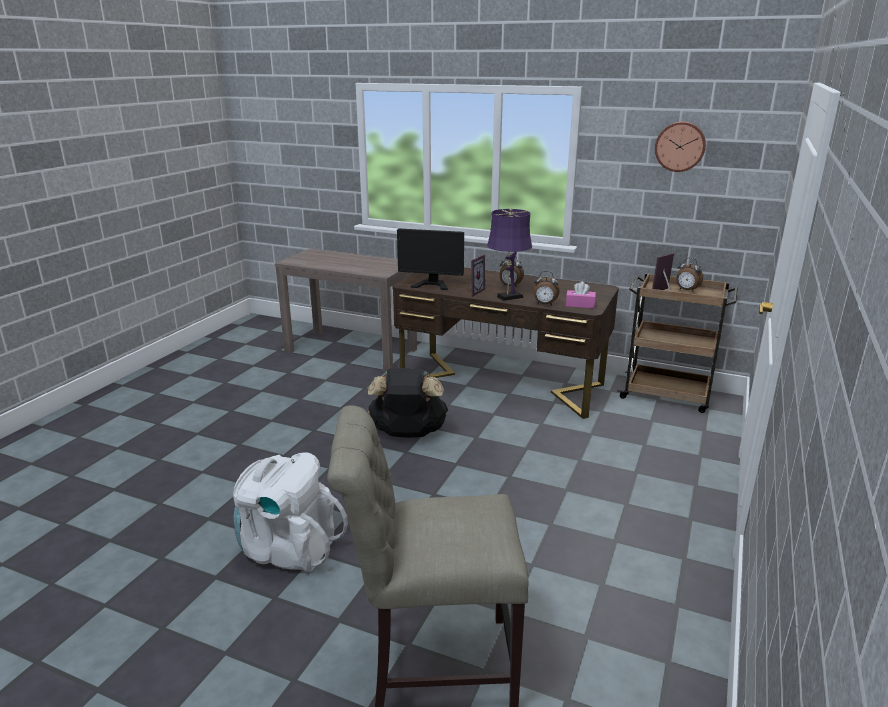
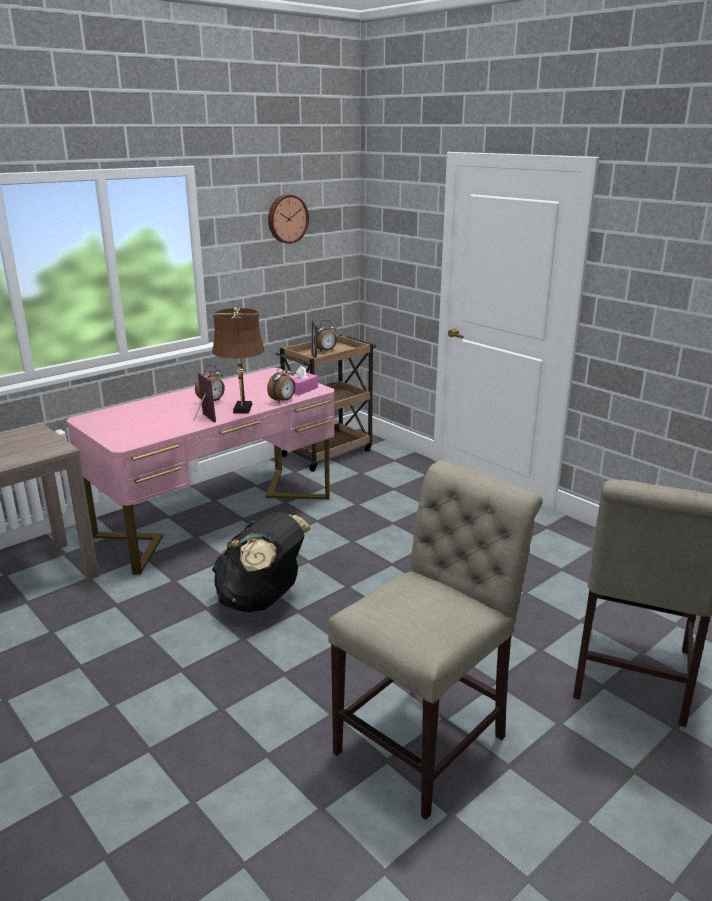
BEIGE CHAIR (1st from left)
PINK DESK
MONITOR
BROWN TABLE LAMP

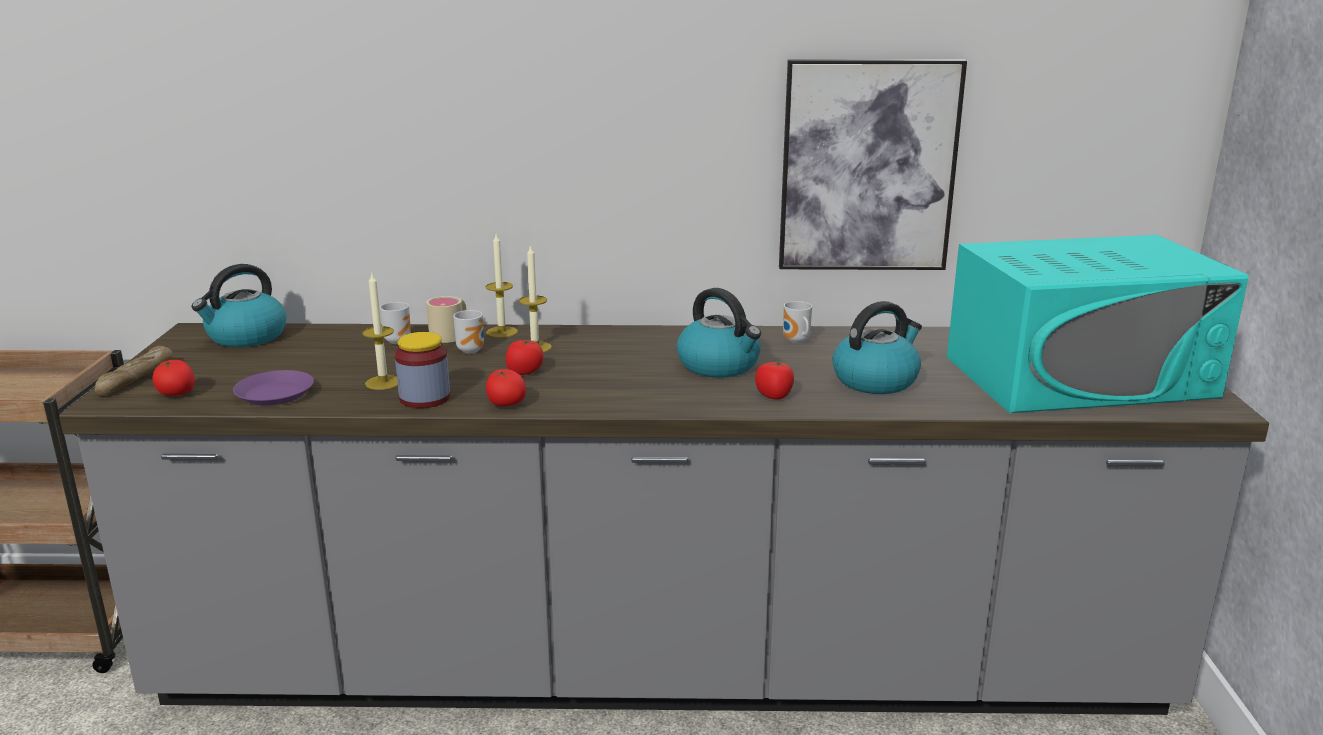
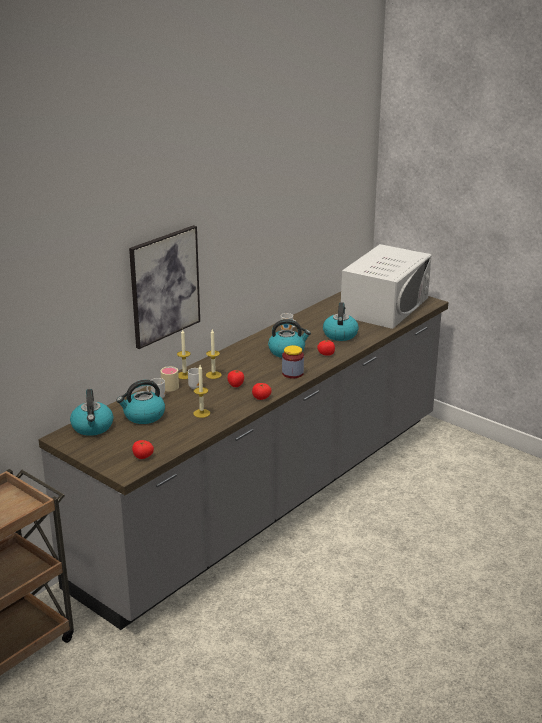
BREAD
PURPLE PLATE
JAR
PICTURE
WHITE MICROWAVE
KETTLE (2nd from left)

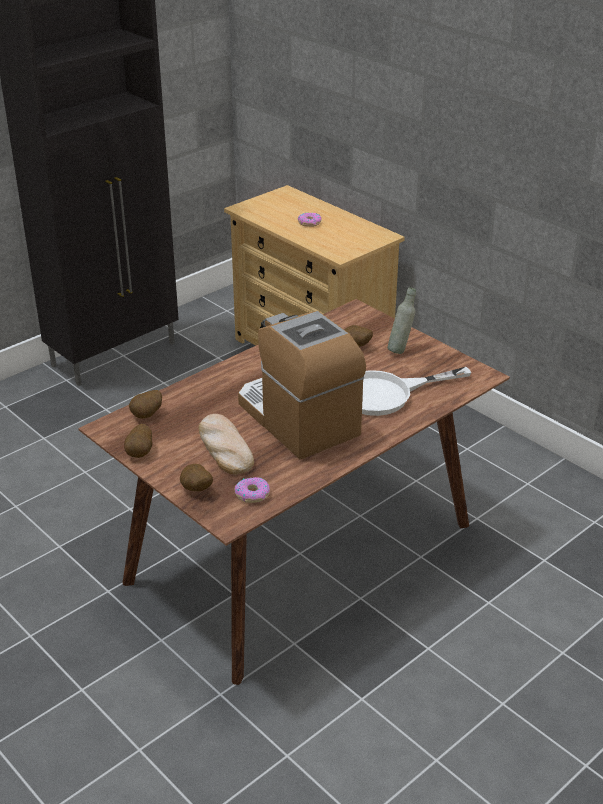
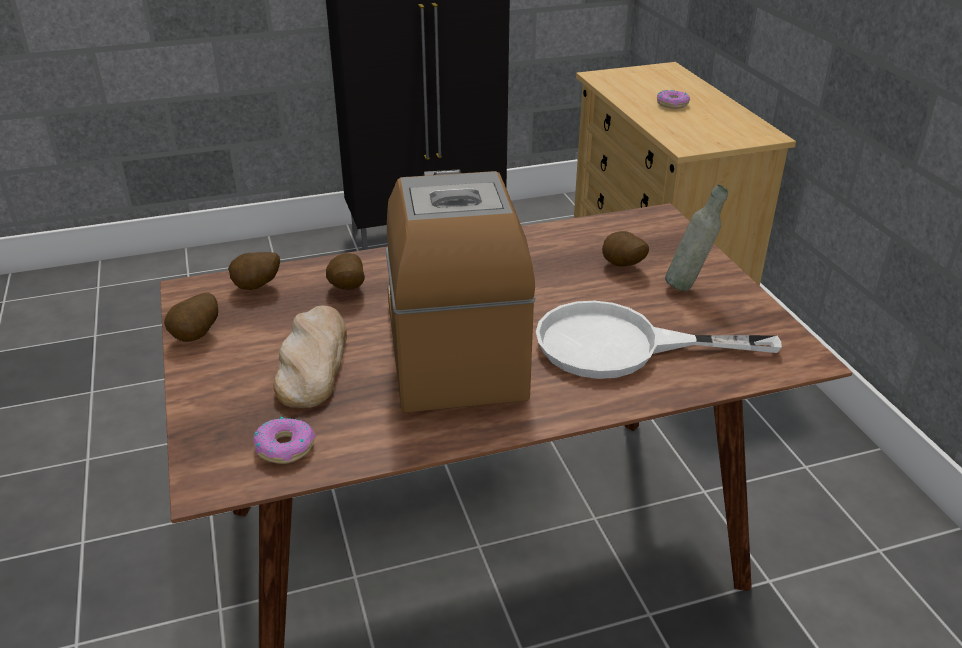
POTATO (3rd from left)

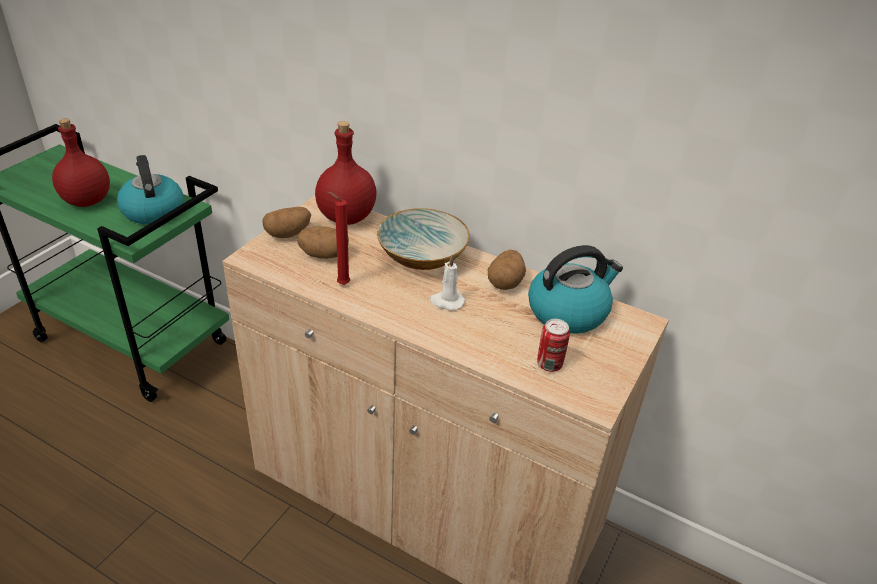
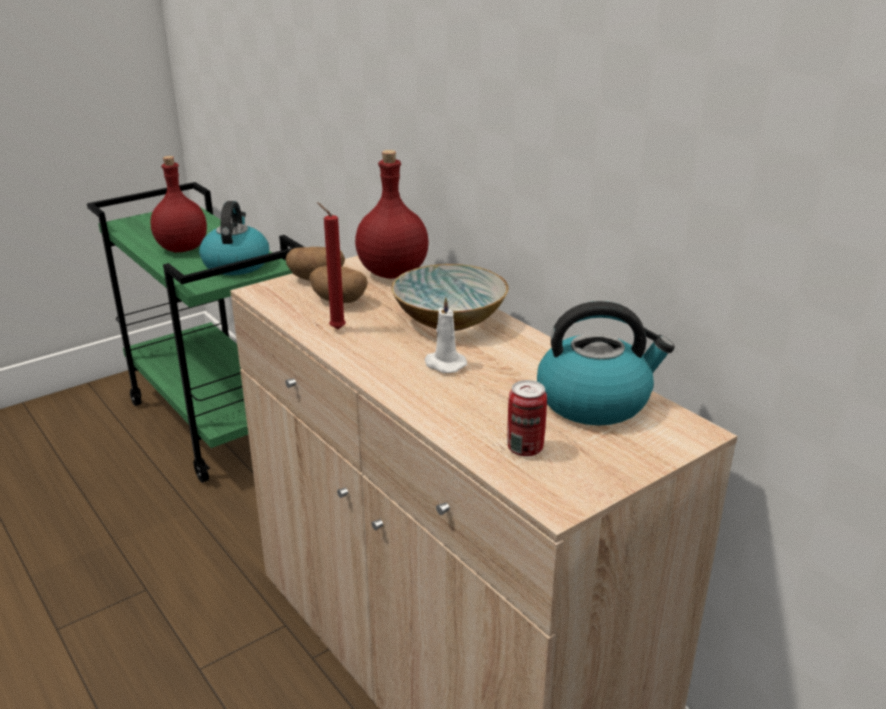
POTATO (3rd from left in the first image)

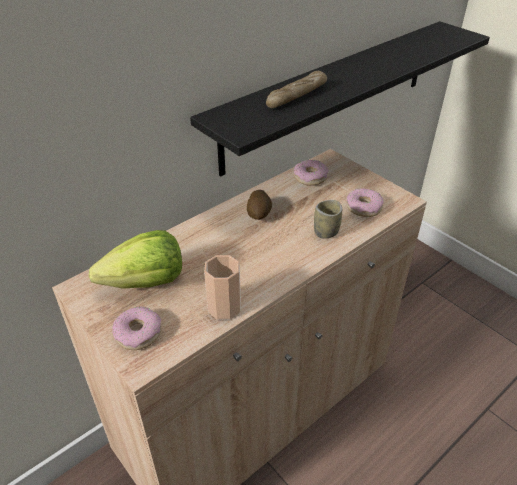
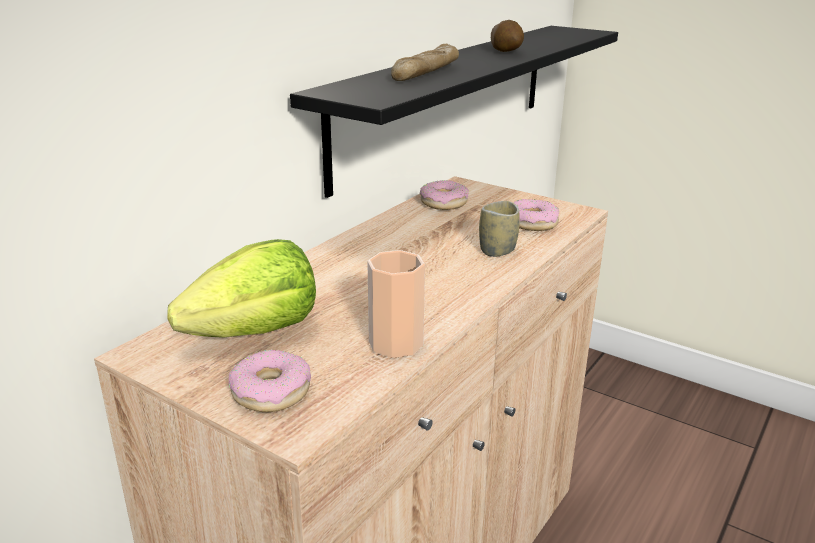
POTATO

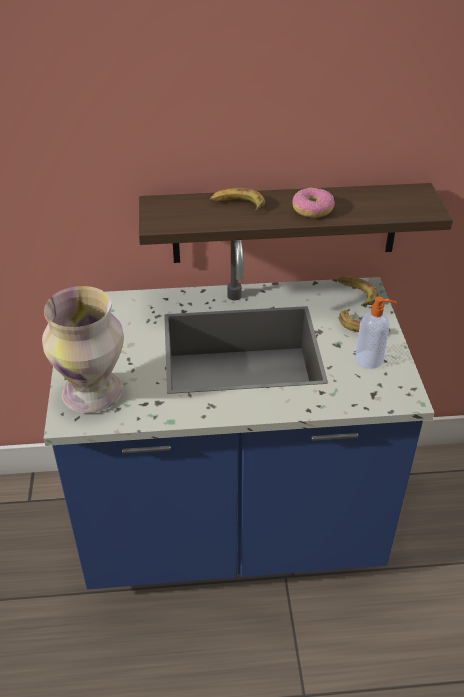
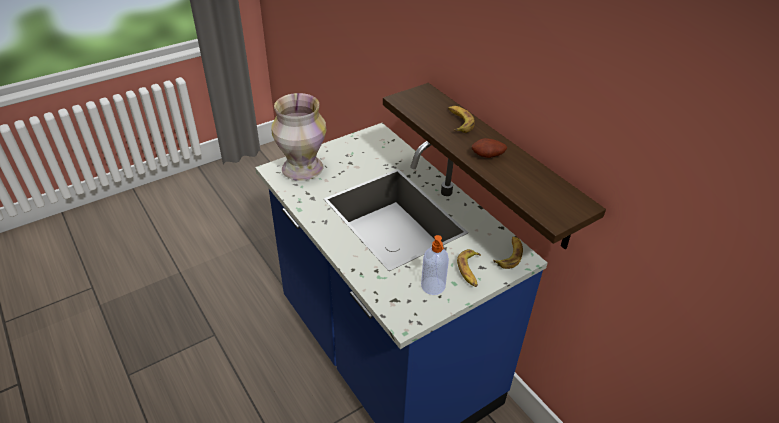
POTATO

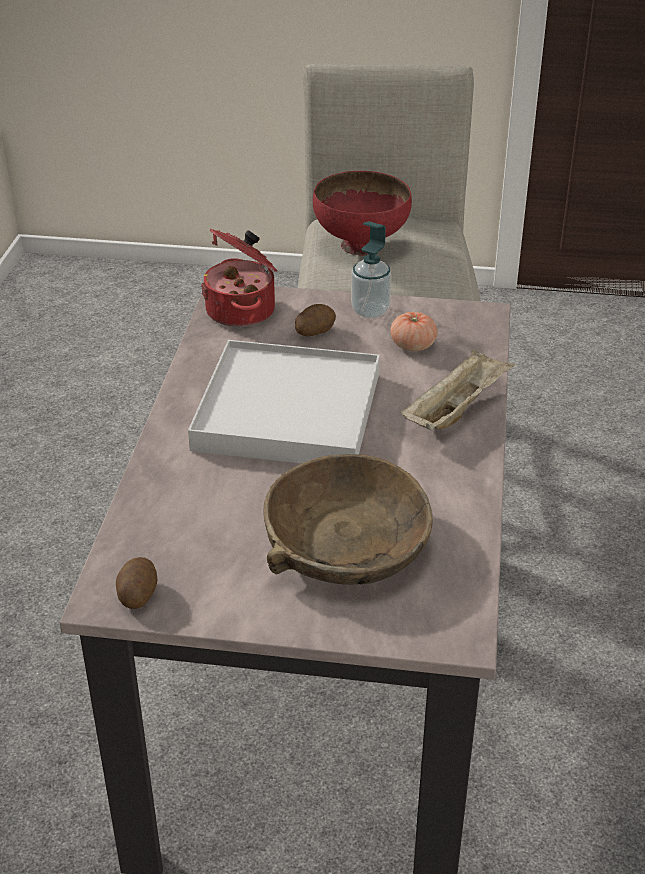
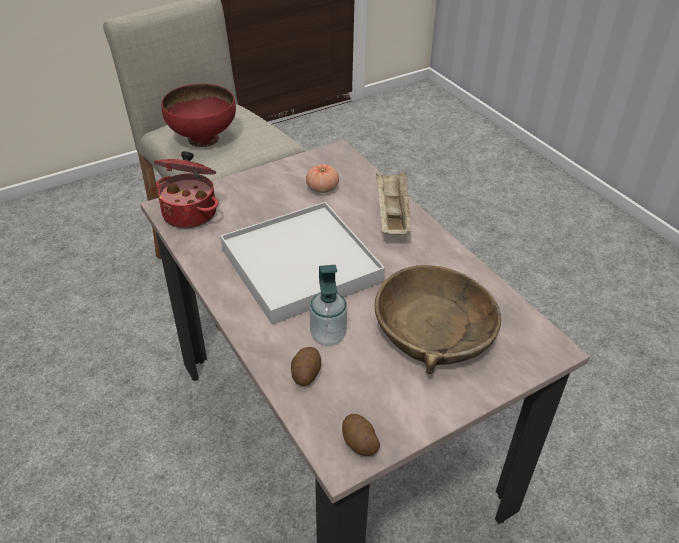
POTATO (1st from left)
SOAP DISPENSER

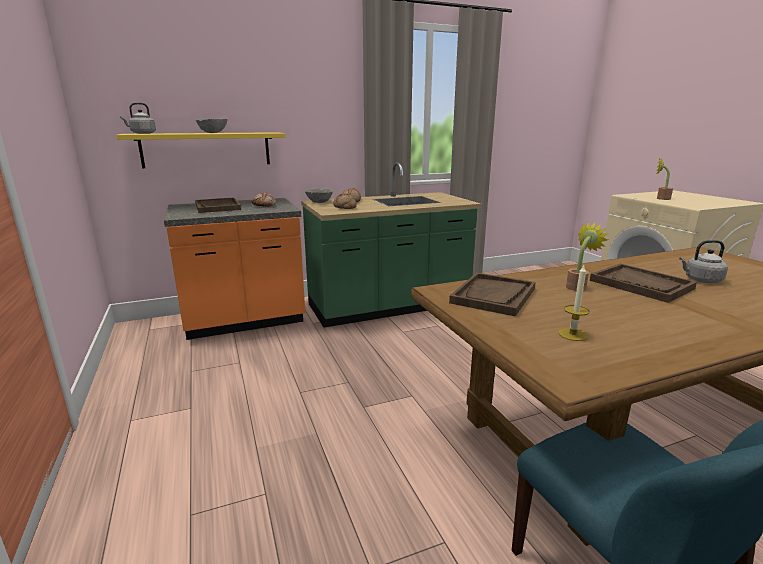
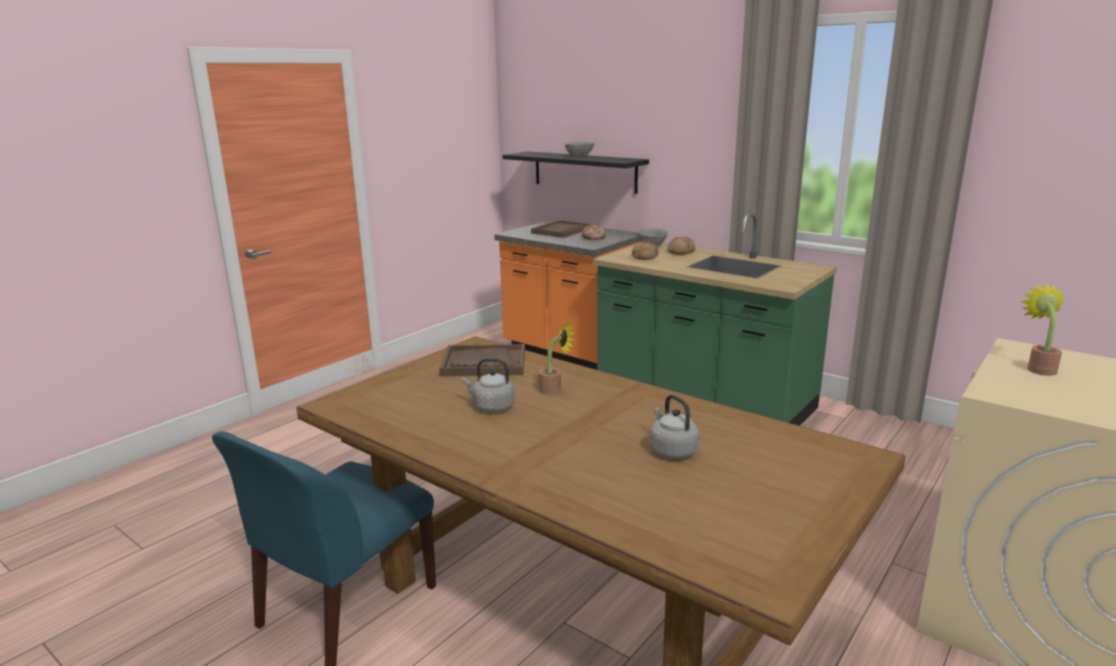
BLACK SHELF
GREY KETTLE (1st from left)
CANDLE
BROWN TRAY (3rd from left in the first image)

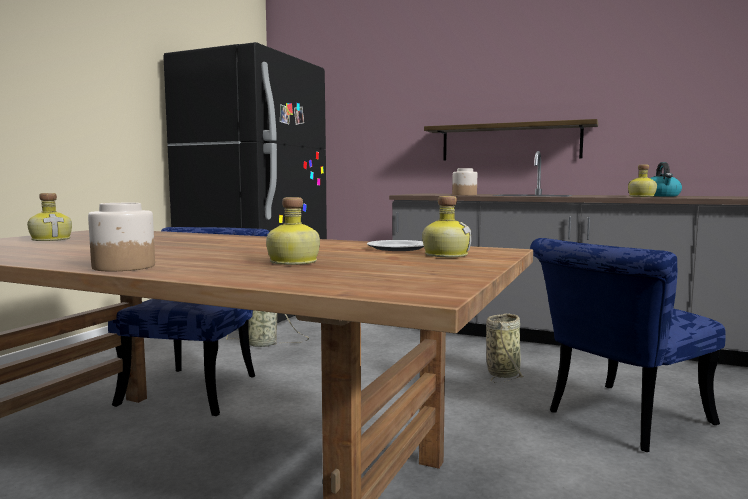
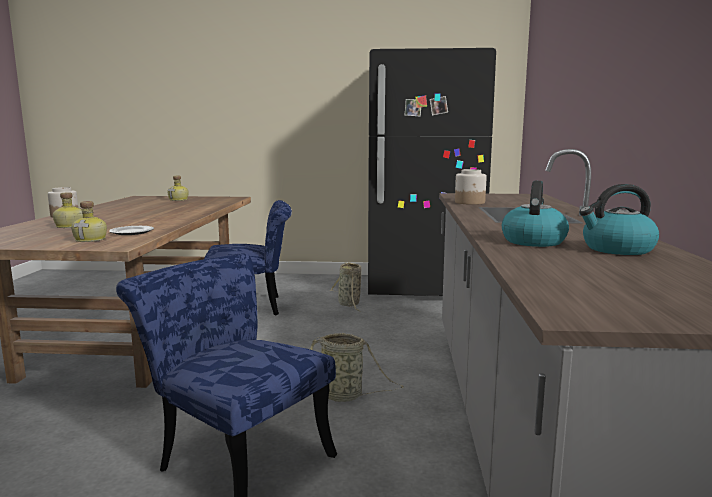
SHELF
KETTLE (1st from left)

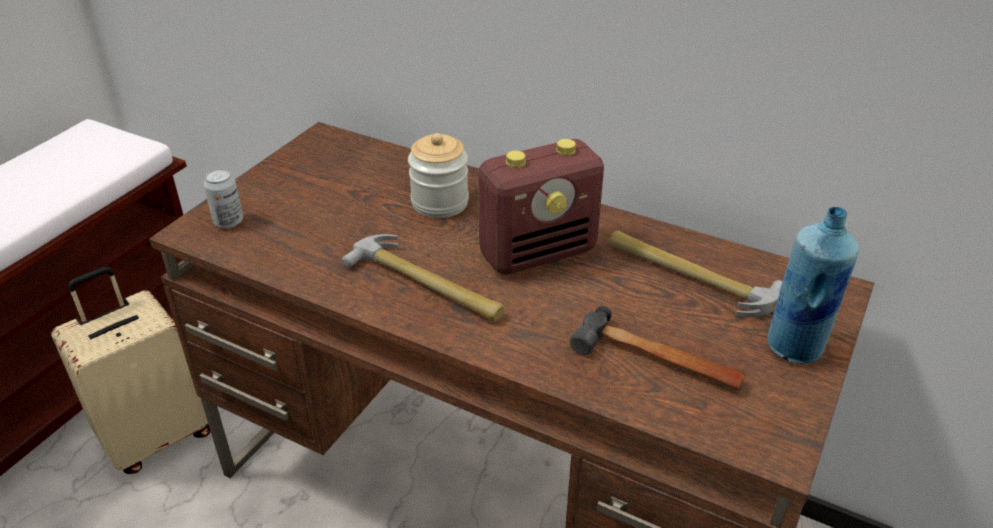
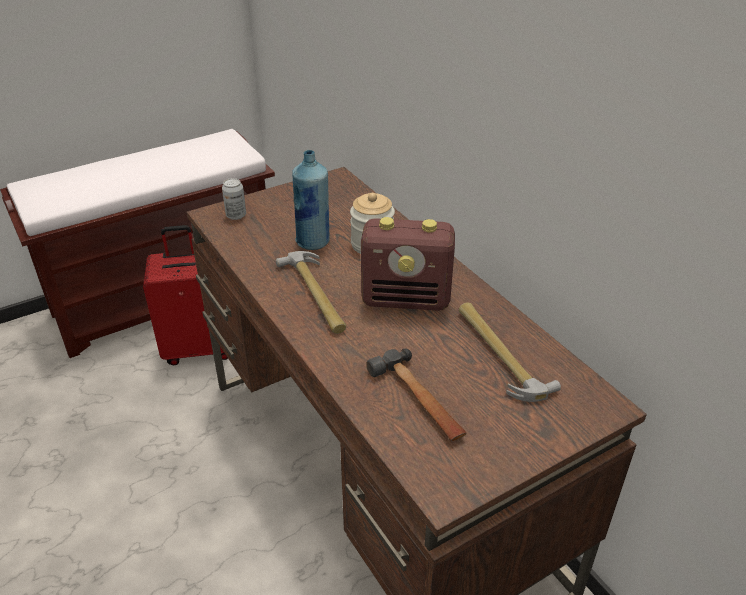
RED SUITCASE
BLUE BOTTLE

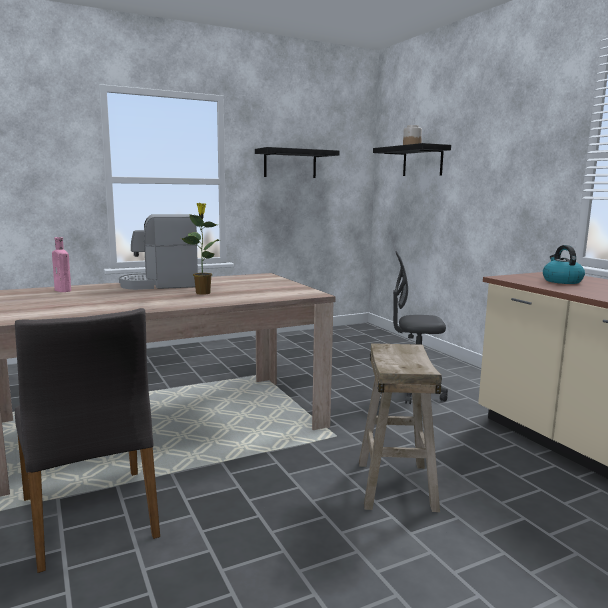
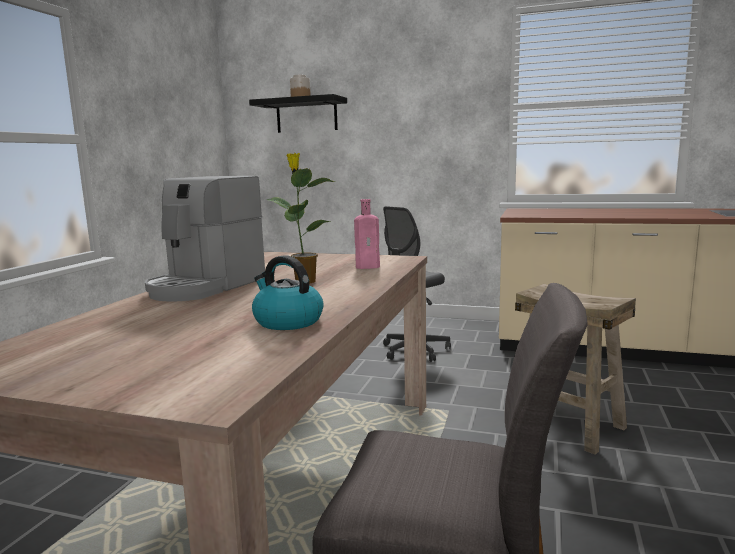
PINK BOTTLE
BLACK SHELF (1st from left in the first image)
KETTLE

